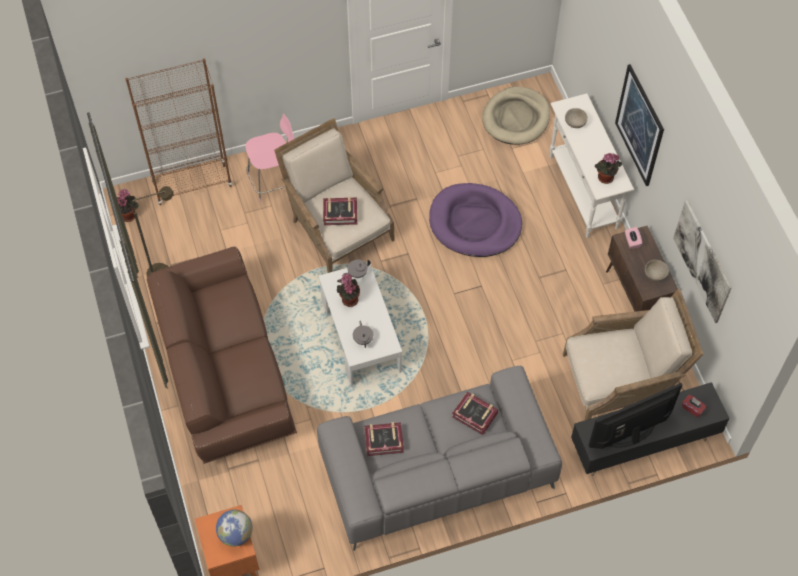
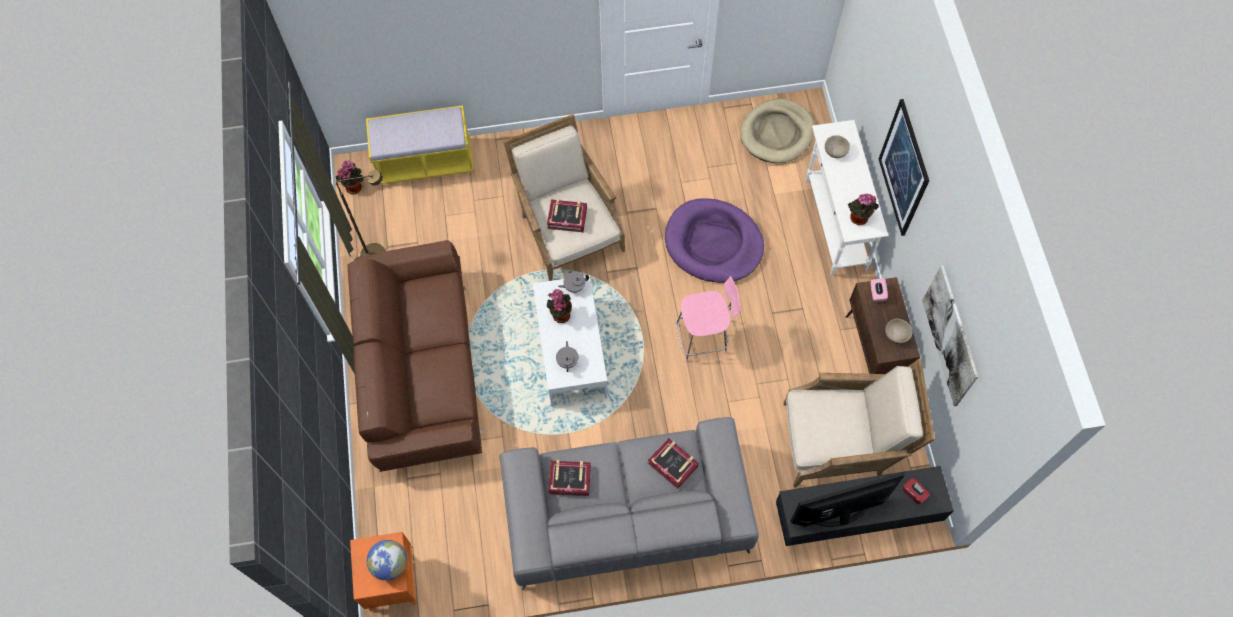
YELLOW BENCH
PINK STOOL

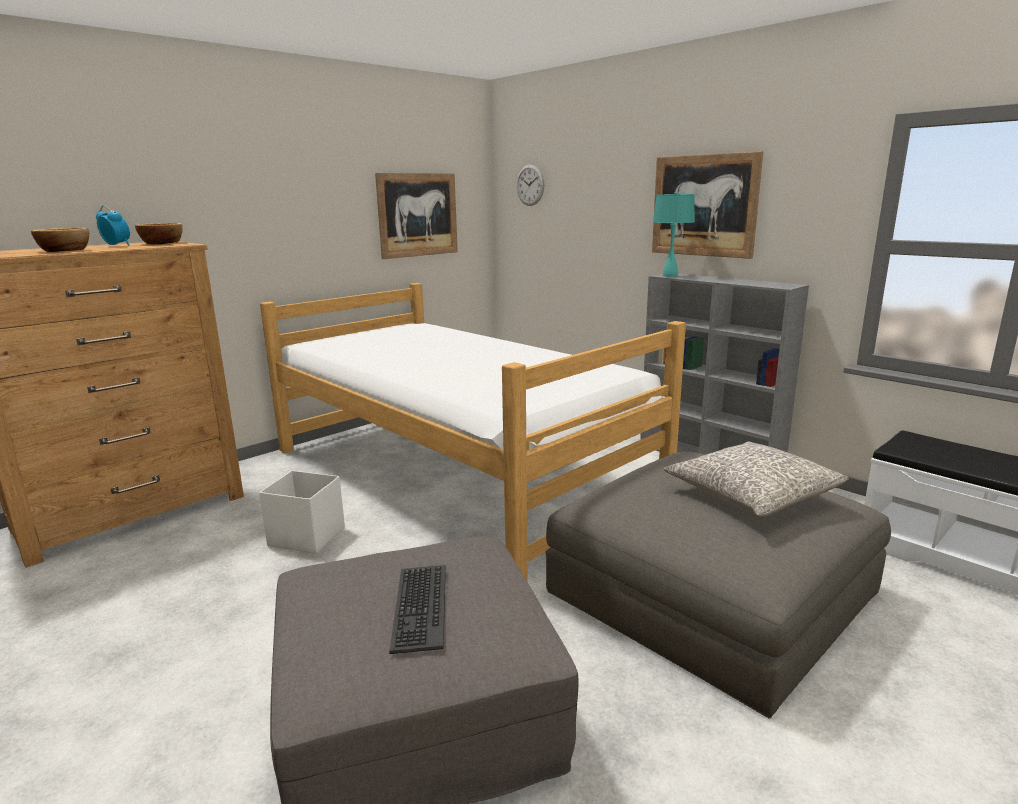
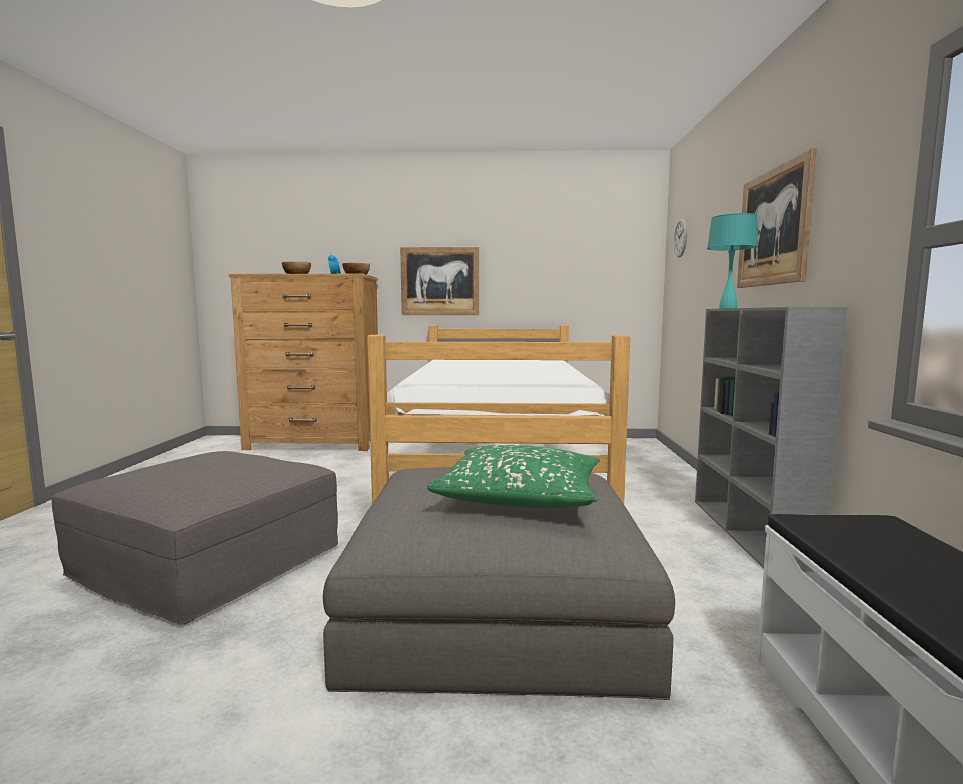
WHITE STORAGE BOX
PICTURE (1st from left)
KEYBOARD
GREEN PILLOW

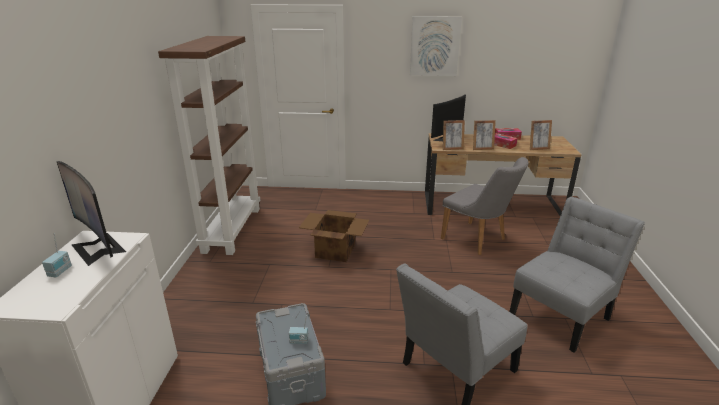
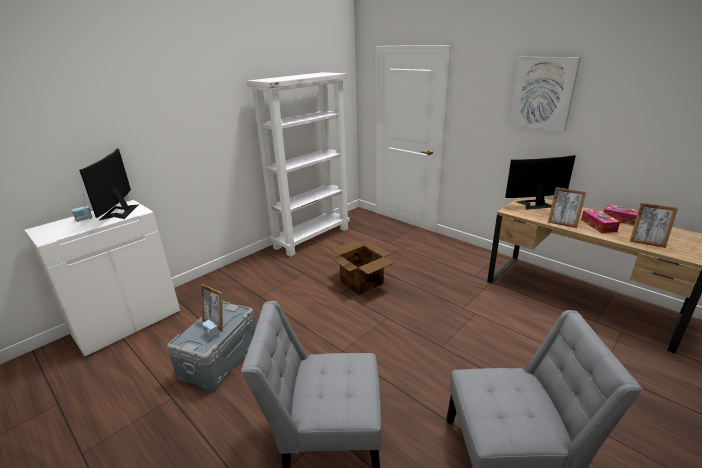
WHITE BOOKCASE
GREY CHAIR (2nd from left in the first image)
PICTURE FRAME (1st from left)

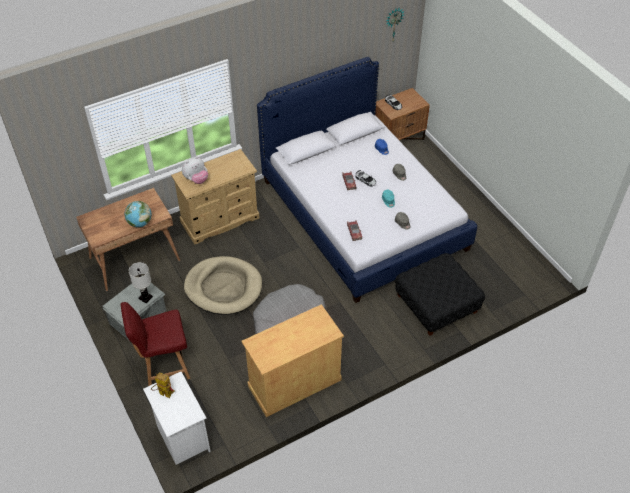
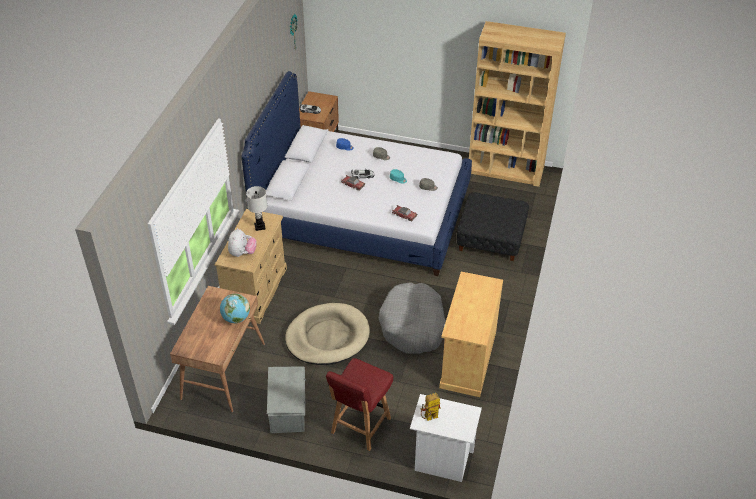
WHITE TABLE LAMP
BROWN BOOKCASE

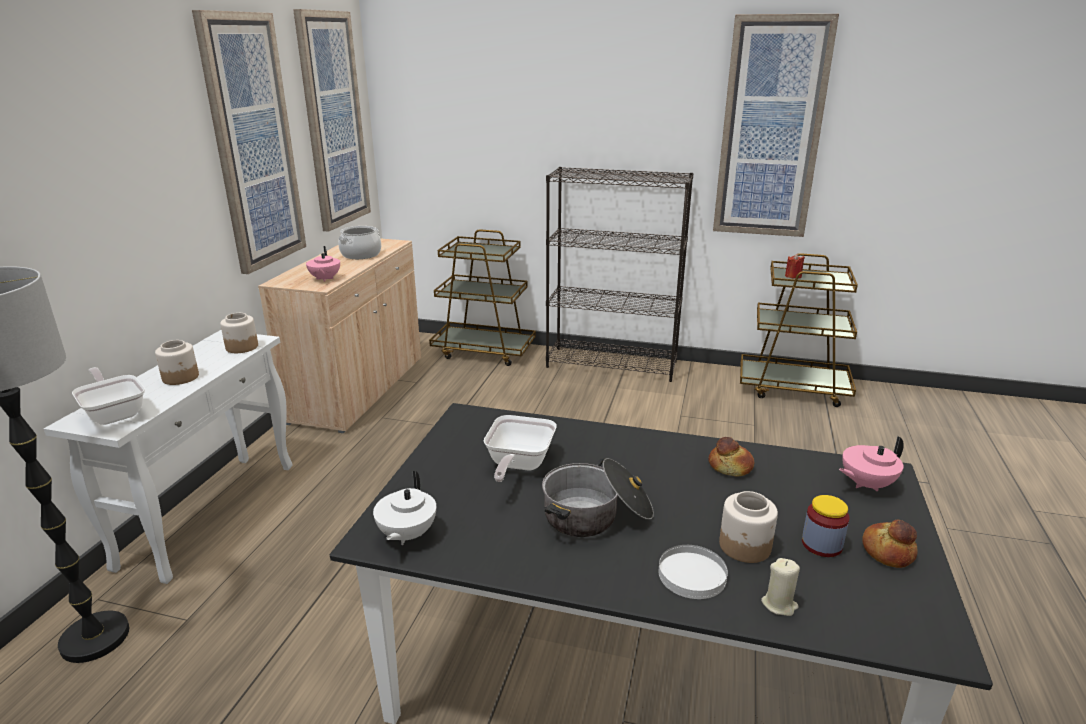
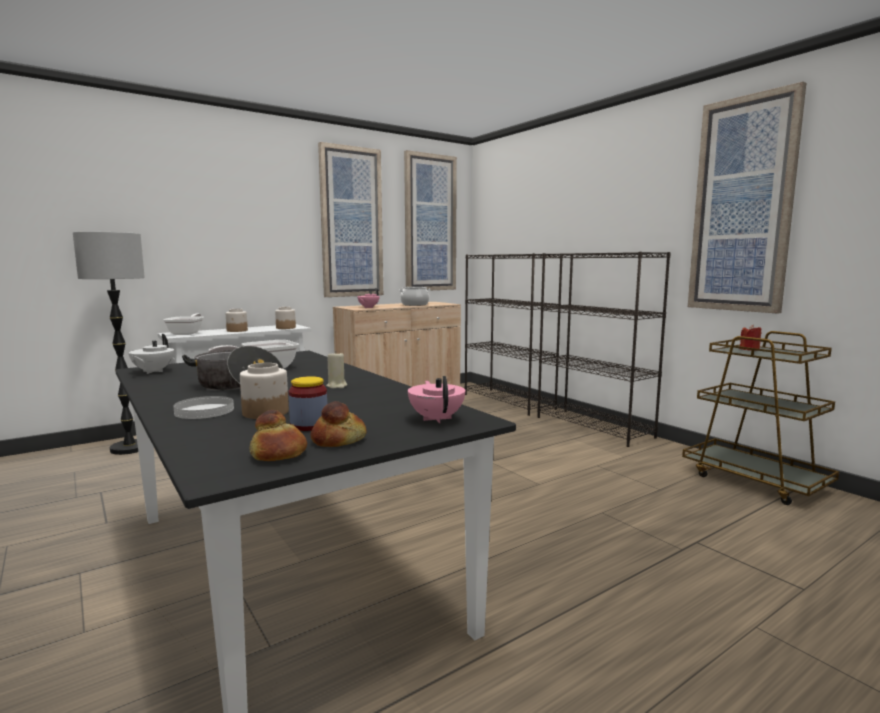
WHITE TEAPOT
BLACK BOOKCASE (1st from left)
BREAD (1st from left)
BEIGE CANDLE
PINK TEAPOT (2nd from left)

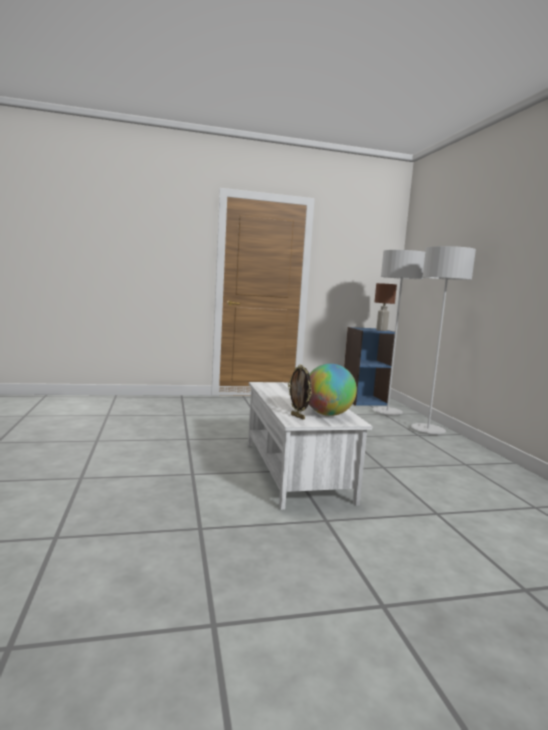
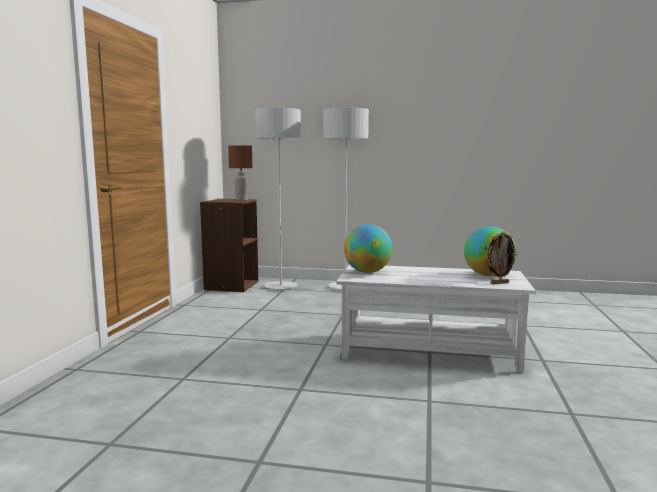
BROWN BOOKCASE
GLOBE (1st from left)

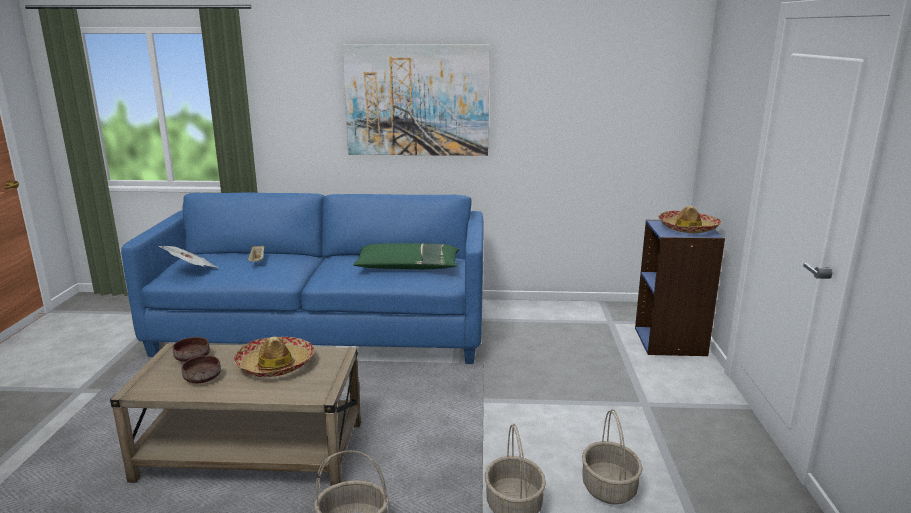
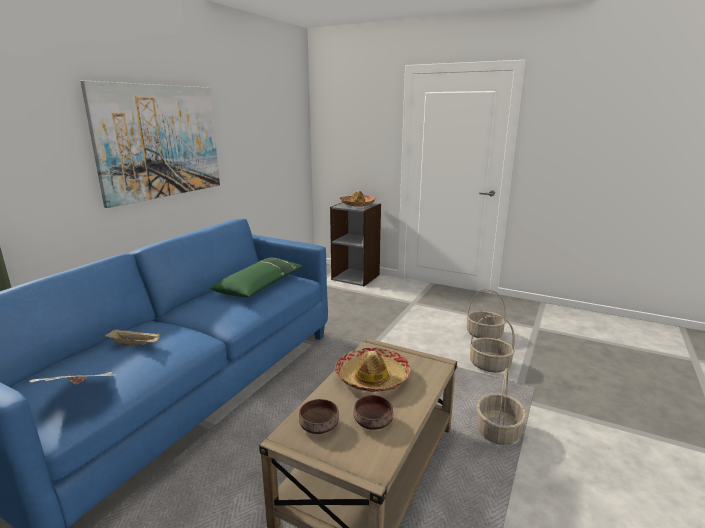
GREY BOOKCASE

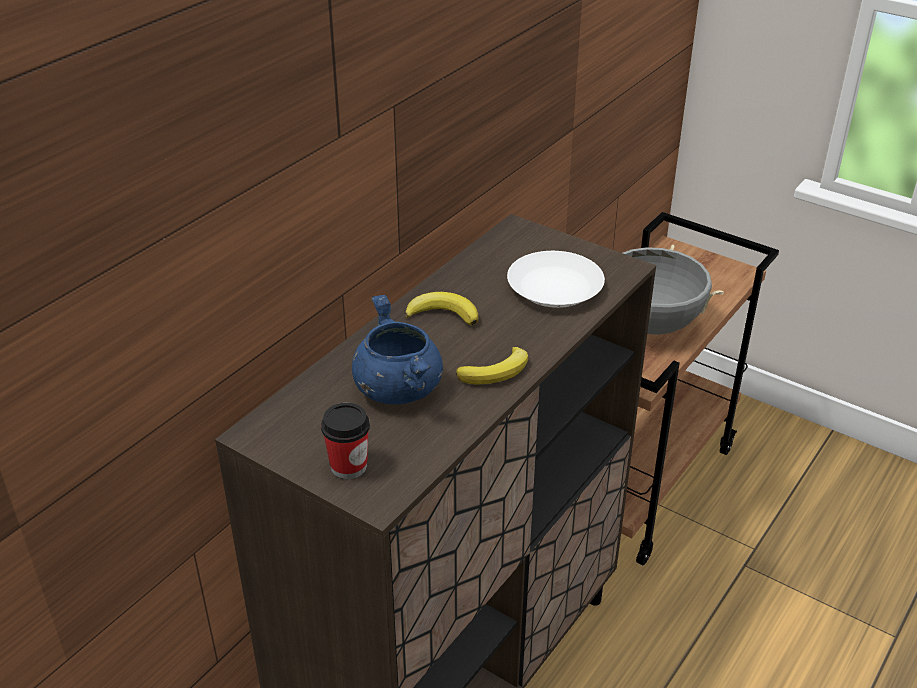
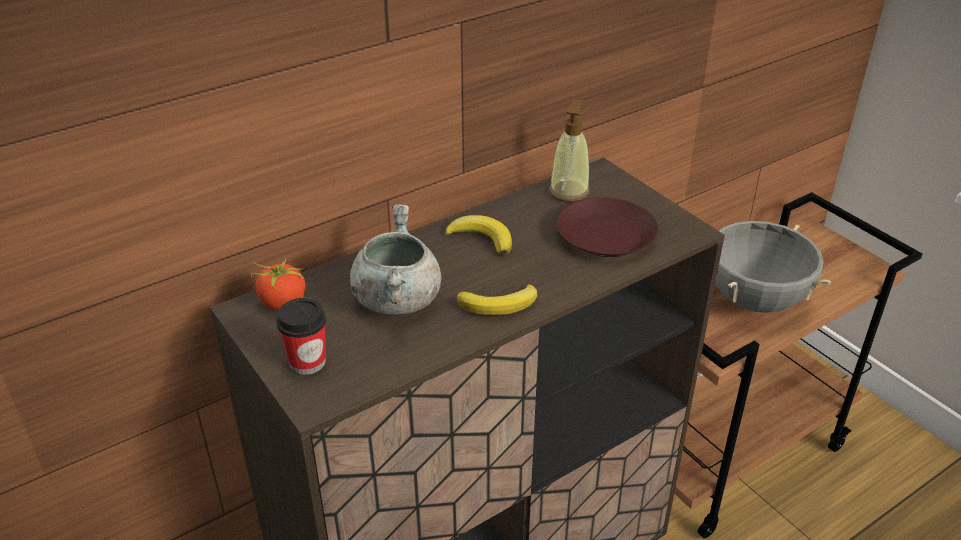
GREY COOKING POT (1st from left)
BROWN PLATE
TOMATO
SOAP DISPENSER

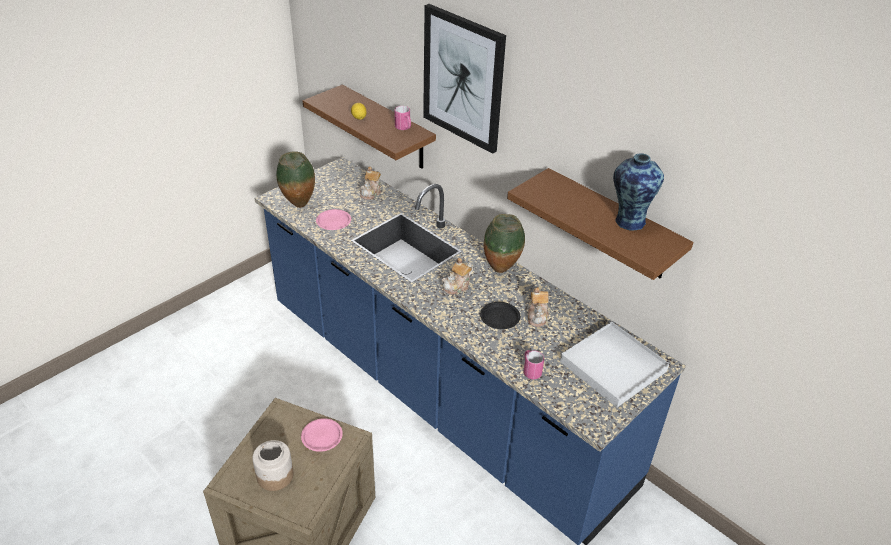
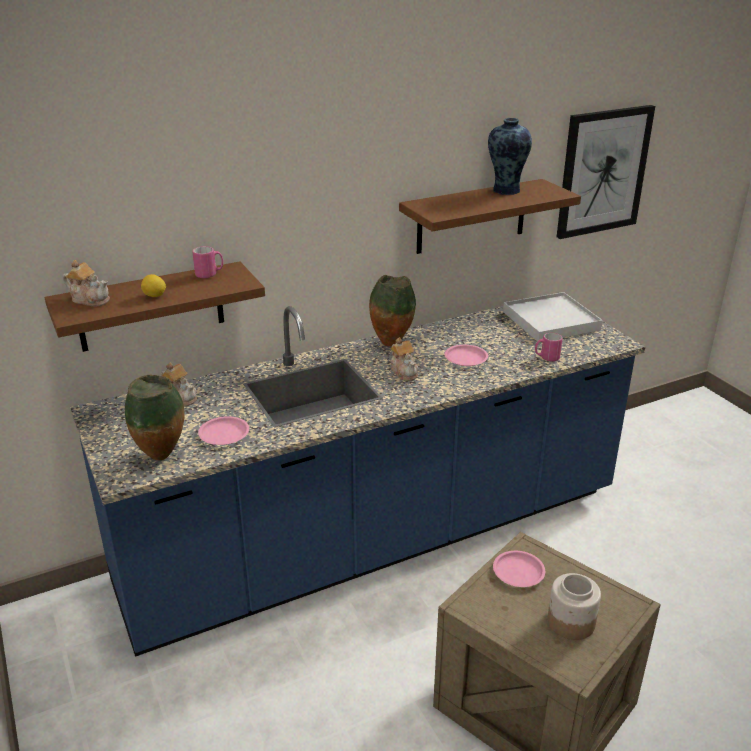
PICTURE
PINK PLATE (2nd from left)
TEAPOT (1st from left)

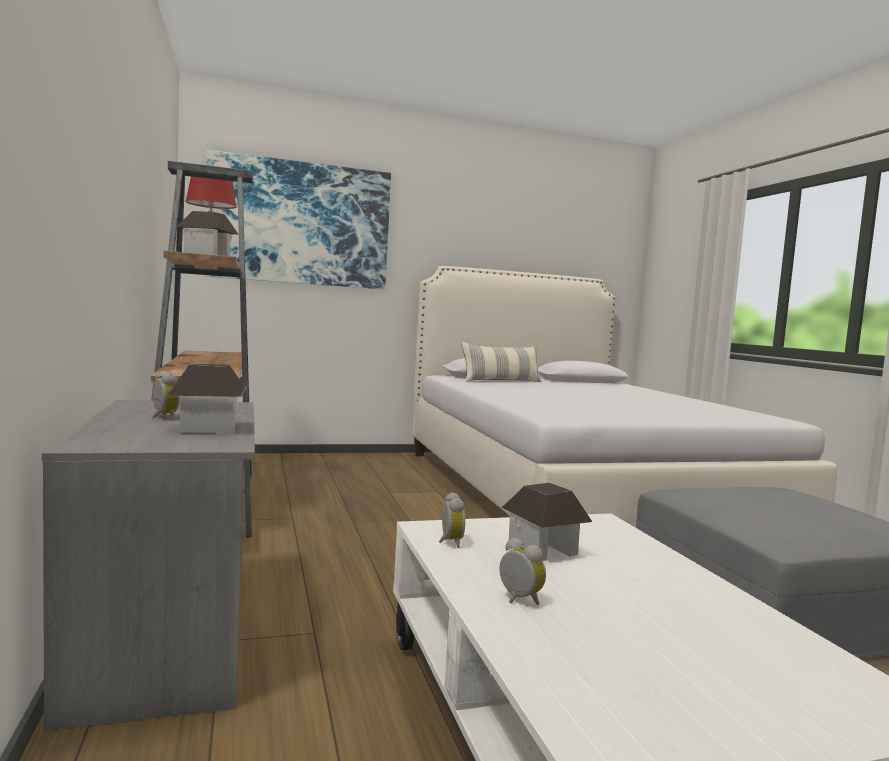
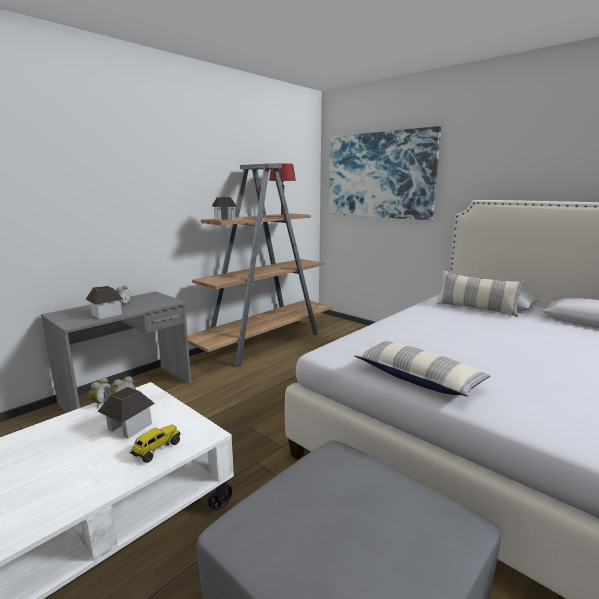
ALARM CLOCK (1st from left)
TOY TRUCK
PILLOW (1st from left)

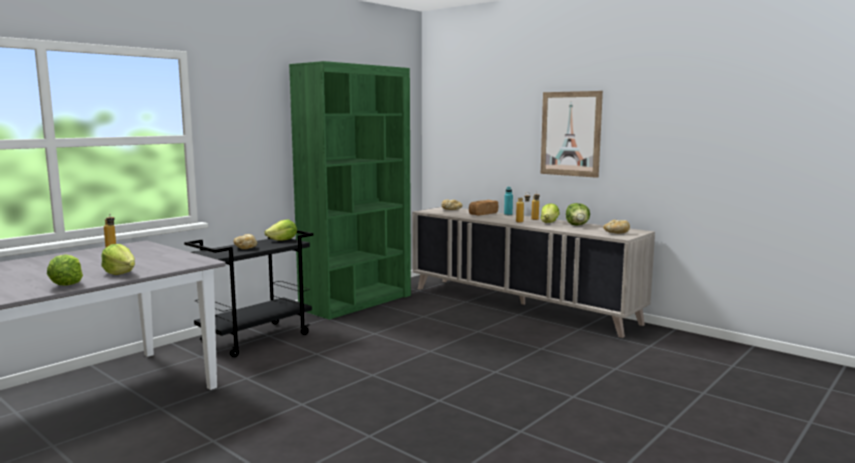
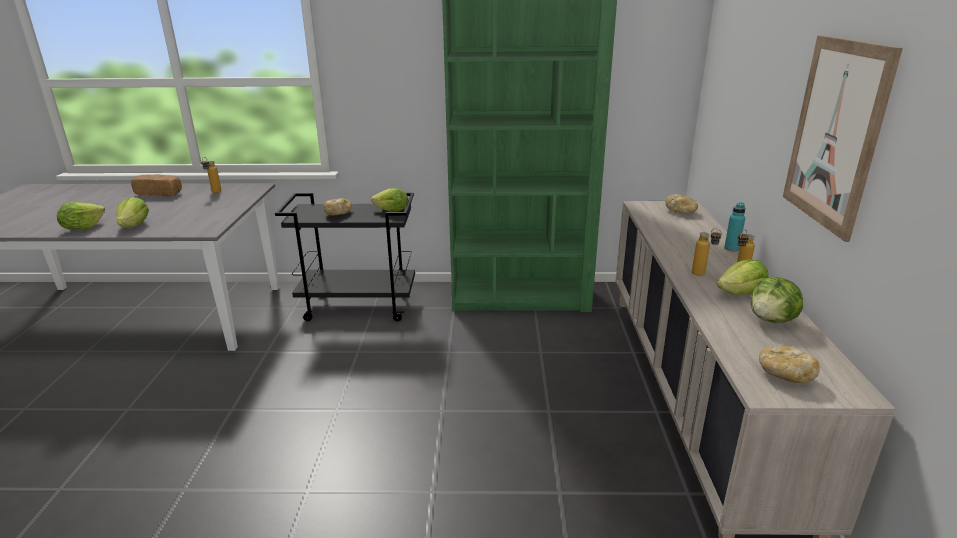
BREAD (1st from left)

